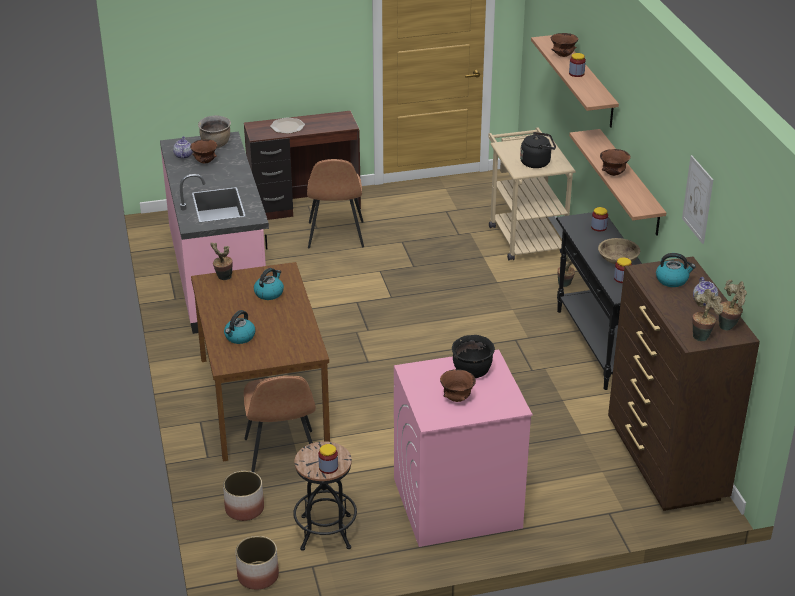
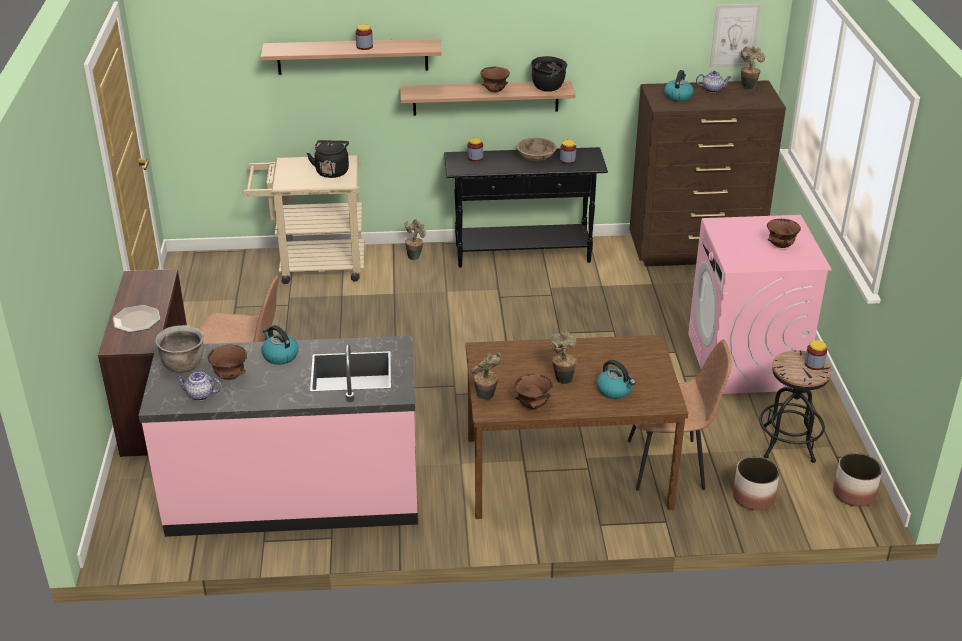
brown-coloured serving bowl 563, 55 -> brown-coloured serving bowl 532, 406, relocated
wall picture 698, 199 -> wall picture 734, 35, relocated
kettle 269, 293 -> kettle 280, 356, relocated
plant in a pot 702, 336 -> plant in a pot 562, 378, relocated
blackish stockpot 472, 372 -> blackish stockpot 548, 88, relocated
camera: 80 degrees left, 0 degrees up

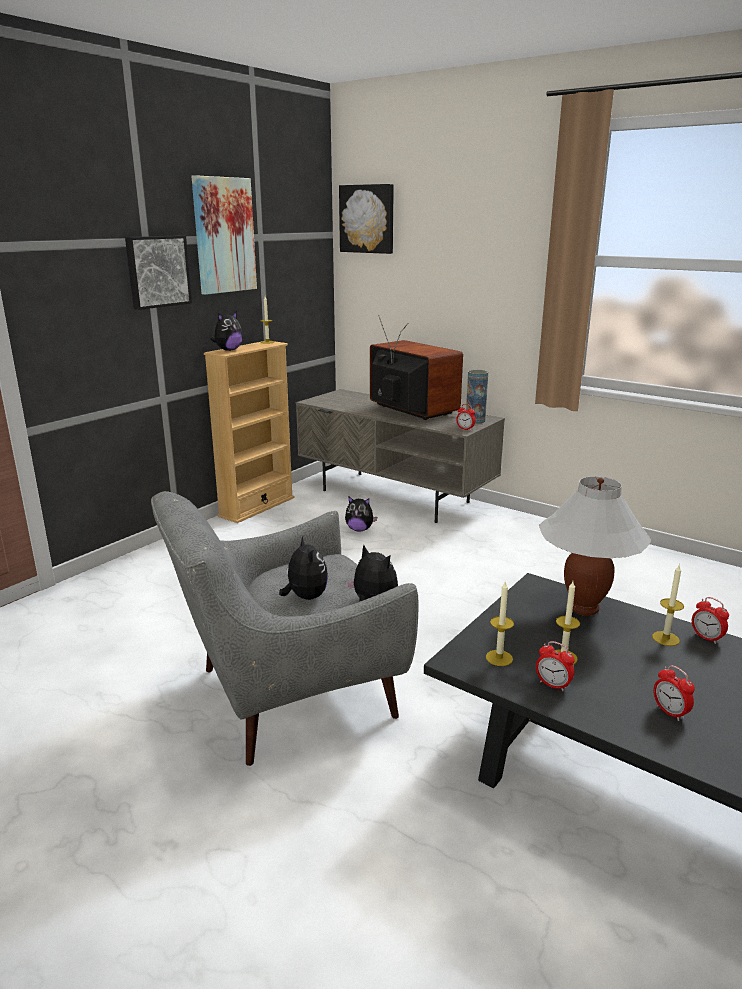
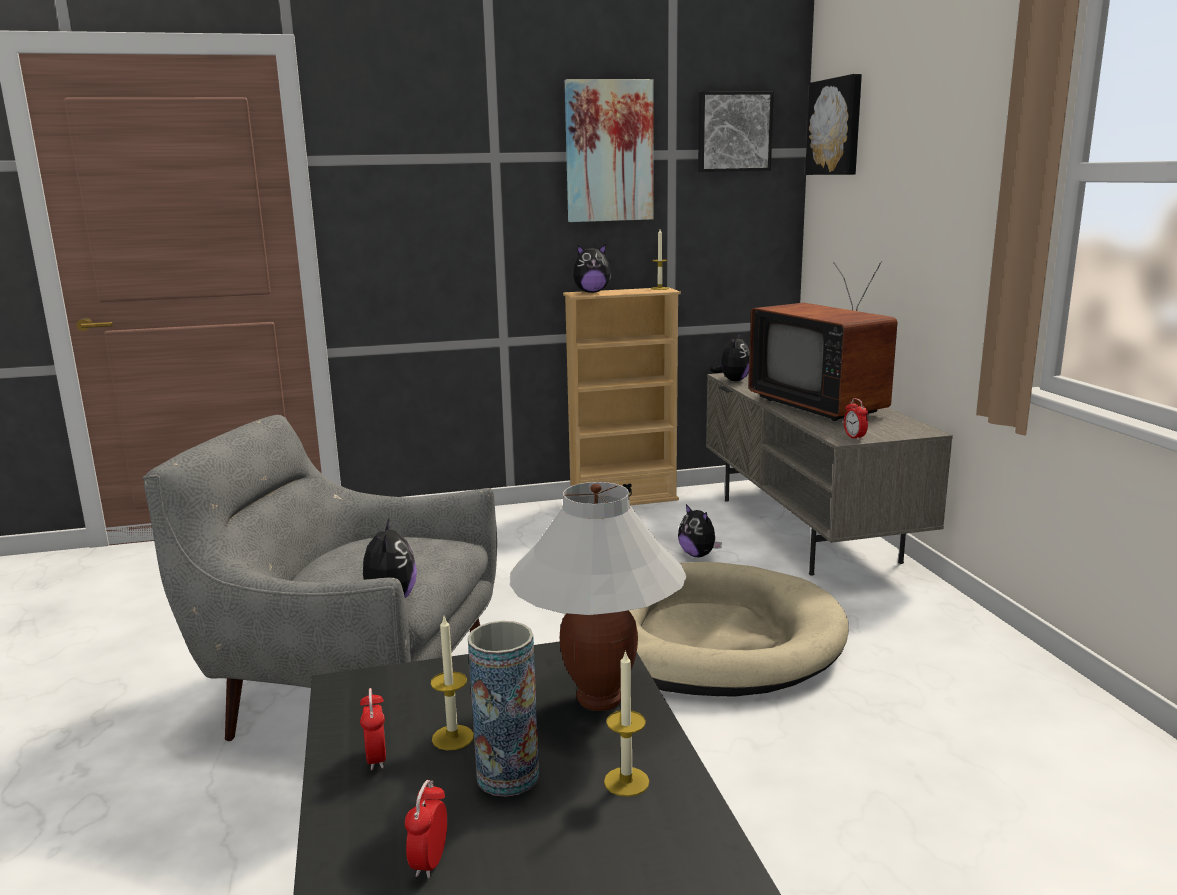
wall picture 157, 271 -> wall picture 733, 132, relocated
TV set 409, 412 -> TV set 823, 405, 150 degrees clockwise
flower vase 475, 420 -> flower vase 507, 776, relocated
soft toy 305, 597 -> soft toy 733, 380, relocated
wax candle 499, 658 -> none
bedside clock 706, 638 -> none
none -> sand-coloured dog cushion 709, 639
camera: 40 degrees right, 5 degrees down

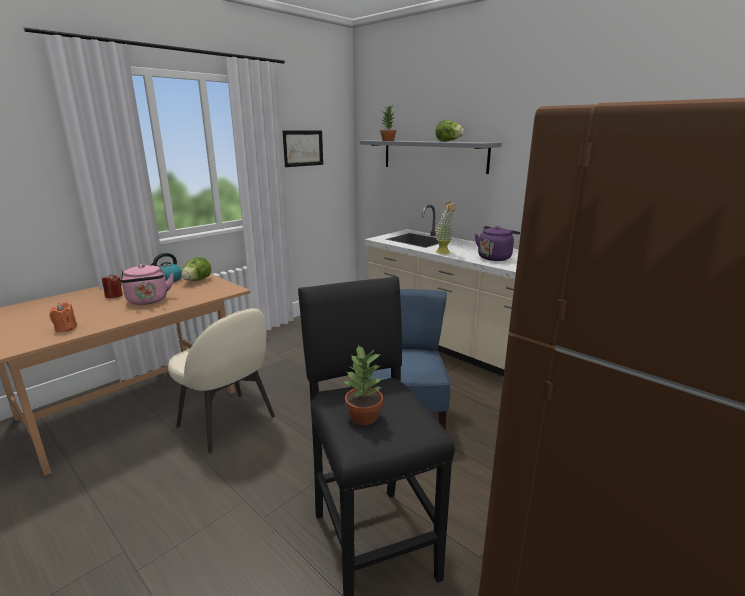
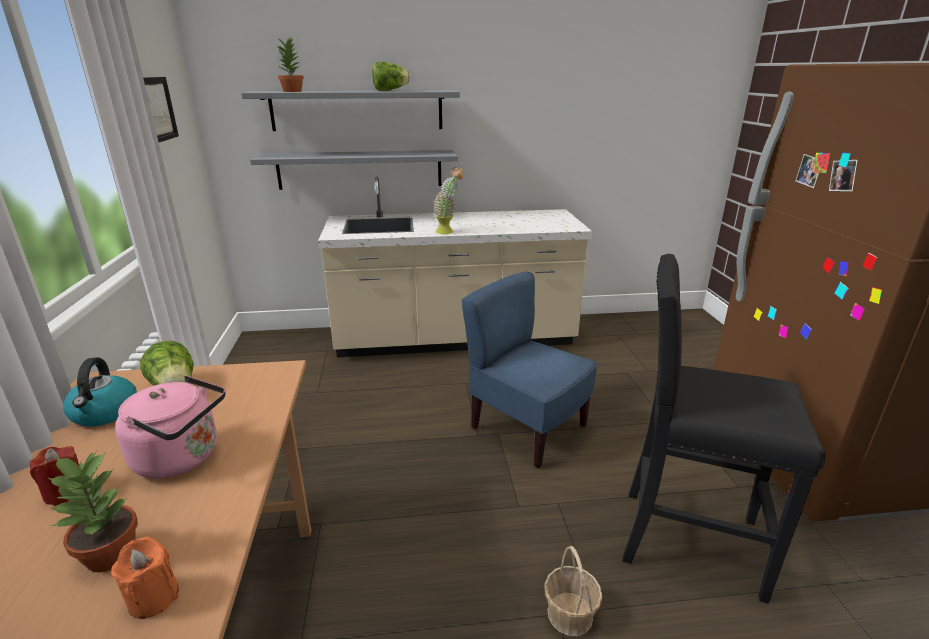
purple kettle 495, 257 -> none
sand-coloured chair 228, 422 -> none
plant in a pot 364, 417 -> plant in a pot 111, 555, relocated
none -> grey bracket shelf 360, 169
none -> basket 569, 614
camera: 50 degrees left, 5 degrees up

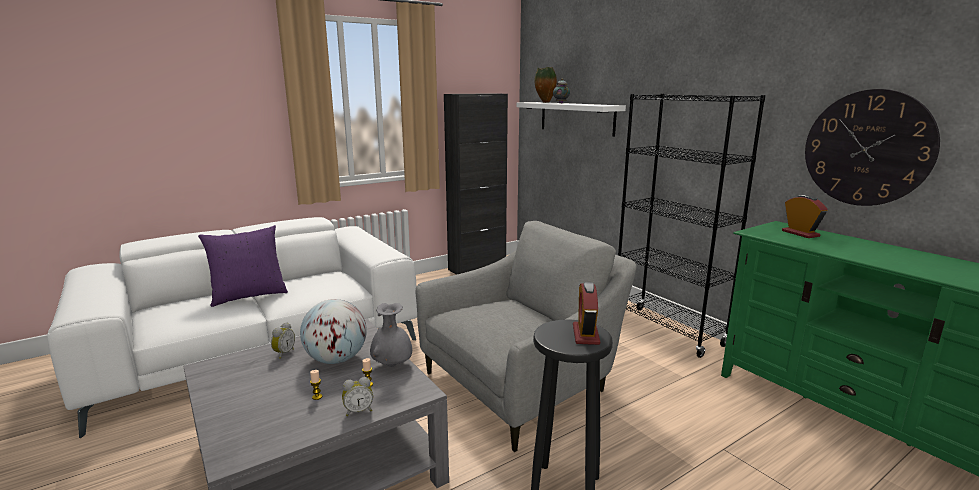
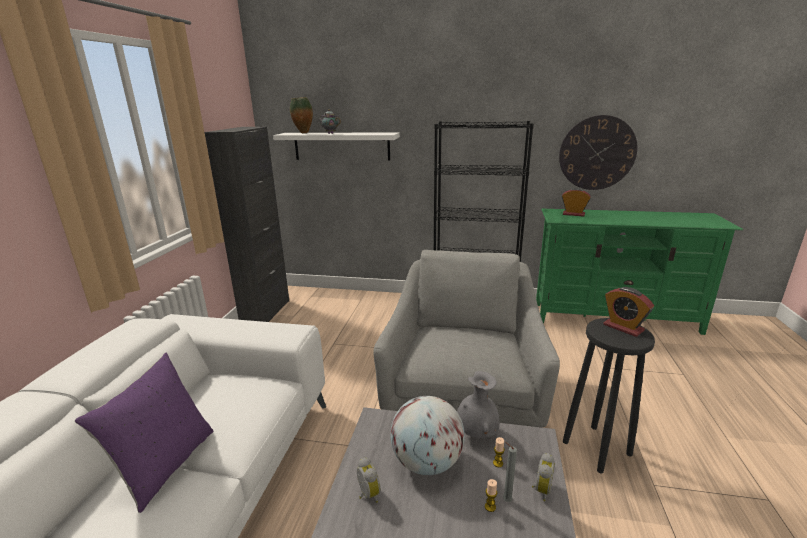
none -> grey wax candle 505, 500
camera: 45 degrees left, 5 degrees up

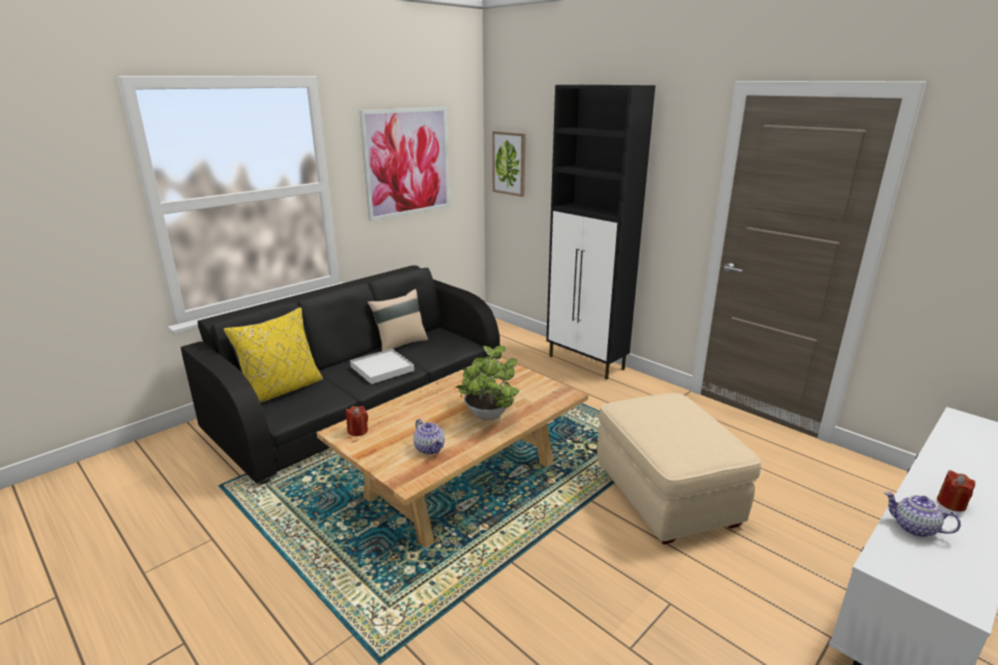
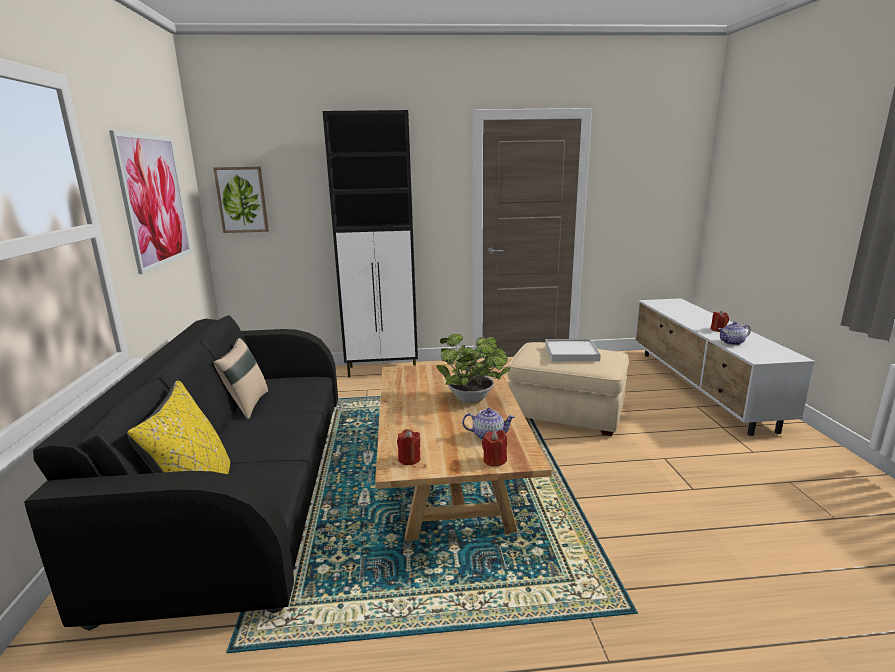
whitish carrying tray 382, 369 -> whitish carrying tray 571, 353, relocated
none -> red-coloured wax candle 494, 460
camera: 50 degrees left, 5 degrees down

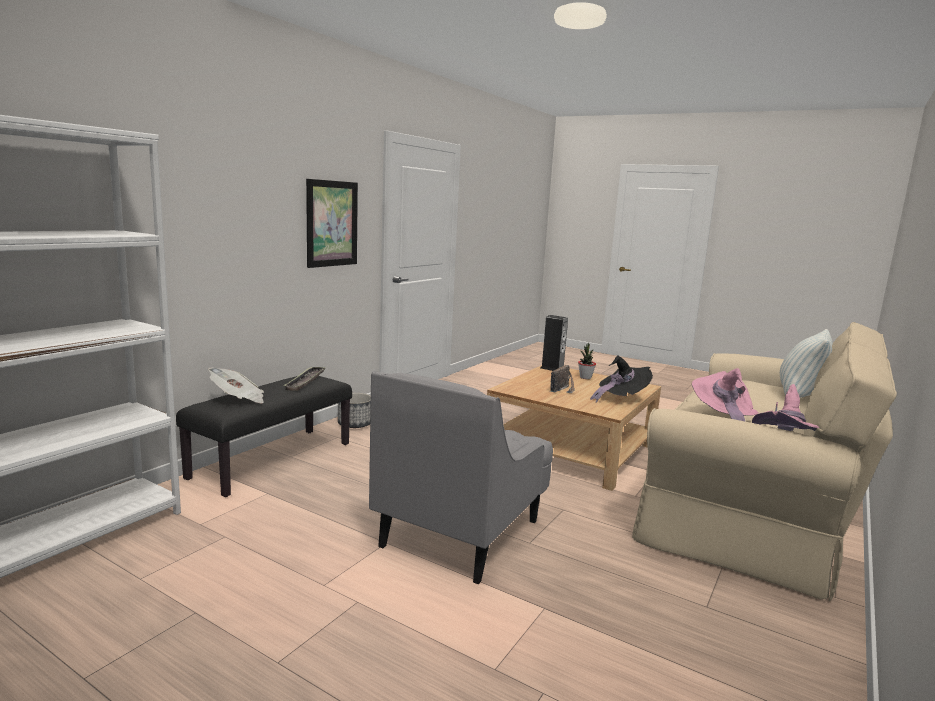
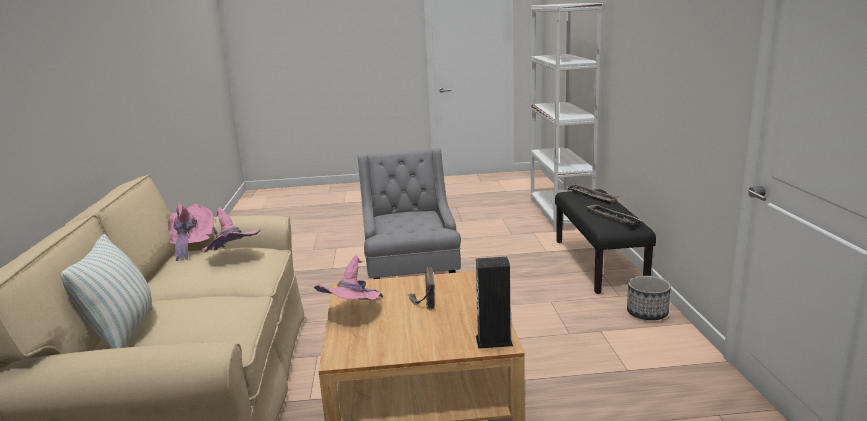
wall picture 332, 223 -> none
plant in a pot 585, 377 -> none
blackish clothing hat 620, 398 -> pinkish clothing hat 353, 313
newspaper 238, 399 -> carrying tray 591, 196
camera: 145 degrees right, 5 degrees up

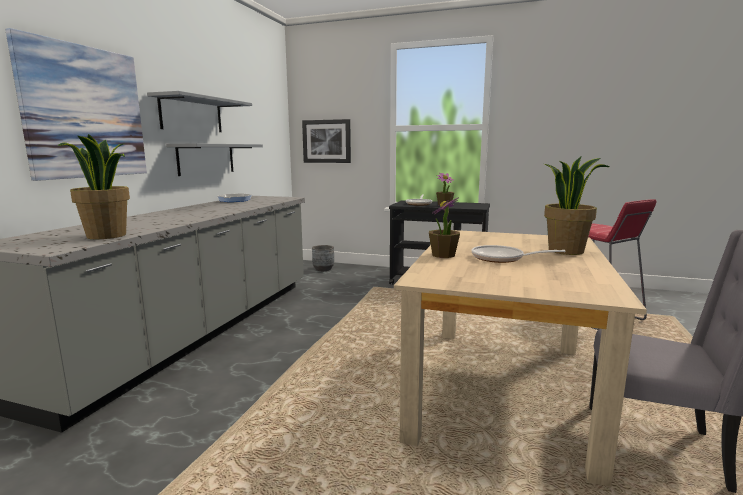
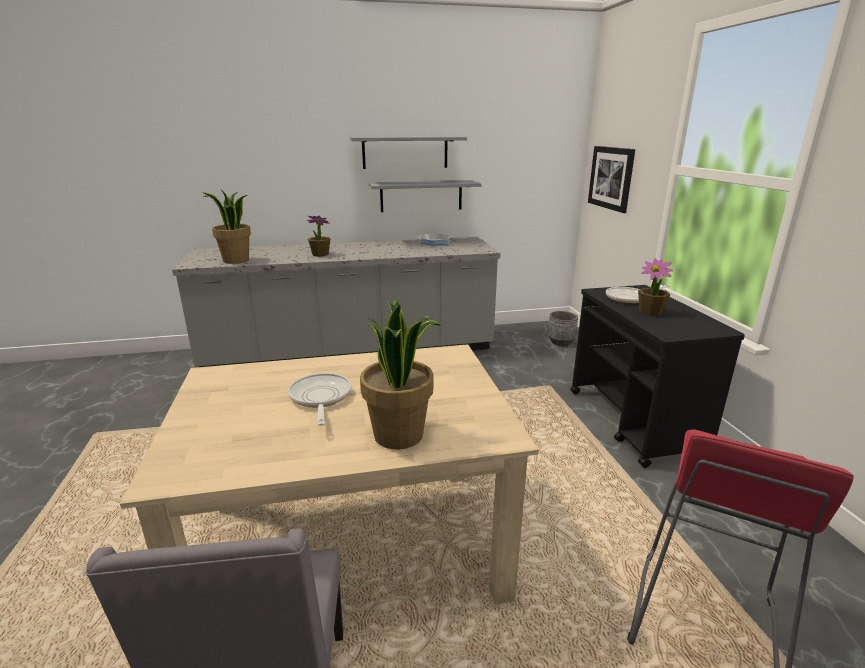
wall picture 85, 112 -> none
plant in a pot 443, 255 -> plant in a pot 320, 254, relocated
camera: 60 degrees right, 10 degrees up

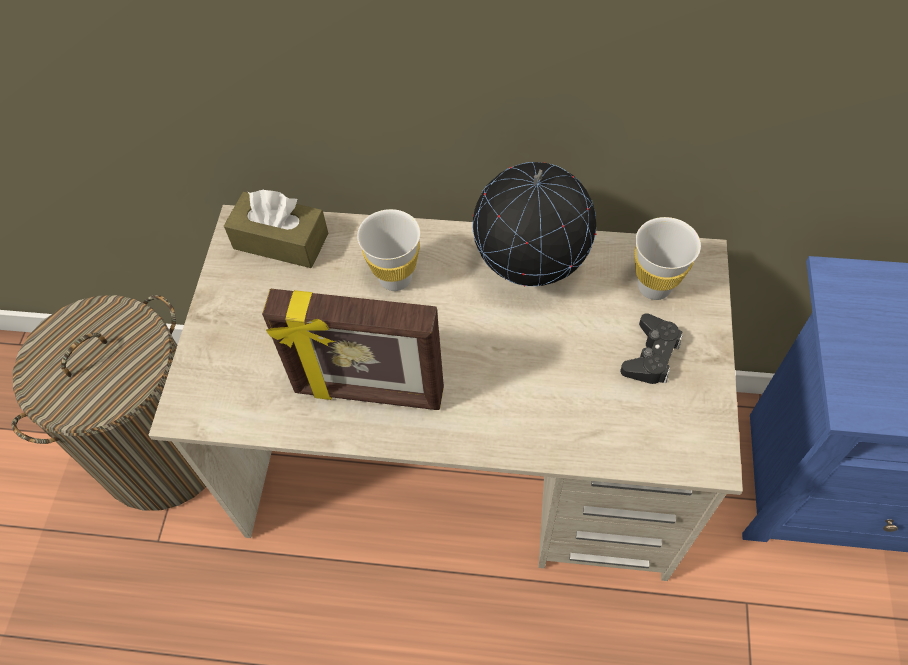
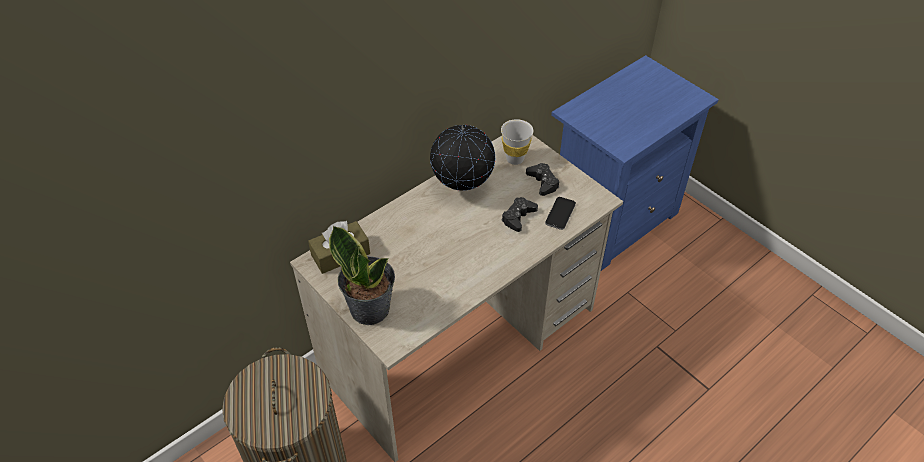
whitish cup 395, 278 -> none
photo frame 368, 393 -> none
none -> blackish game controller 518, 217
none -> phone 560, 214
none -> plant in a pot 370, 308
camera: 50 degrees left, 10 degrees down

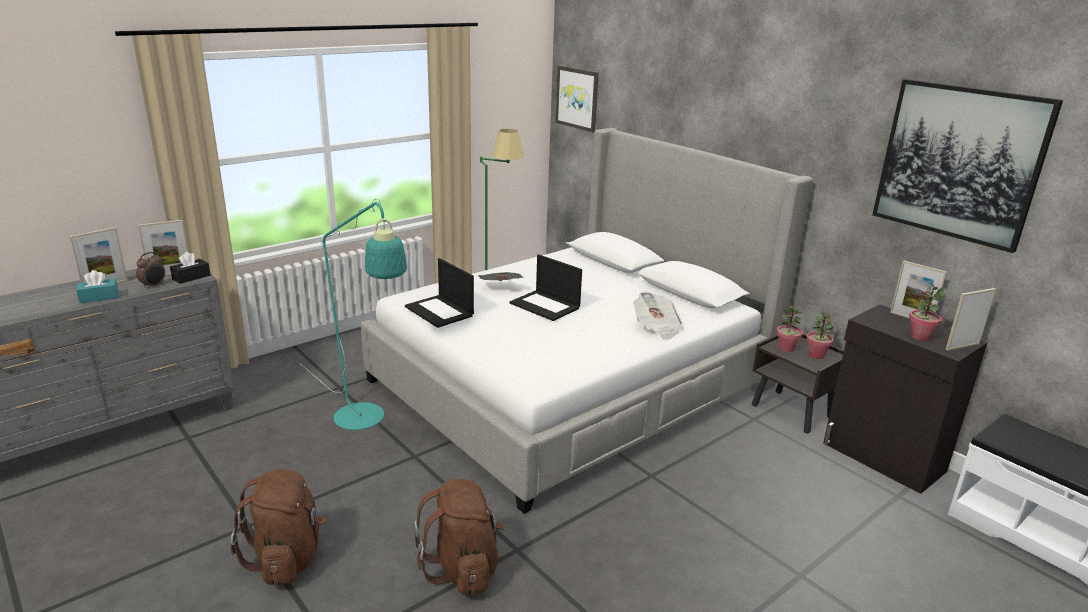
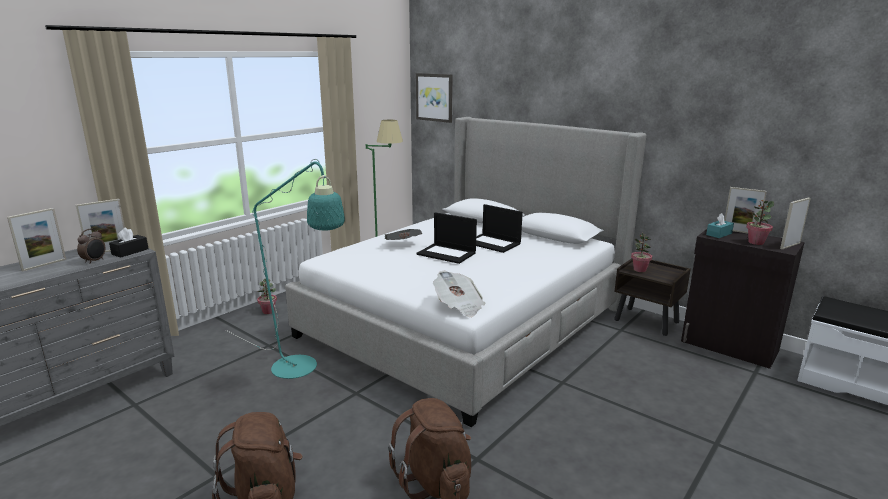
wall picture 959, 163 -> none
laptop 440, 311 -> laptop 493, 243, relocated
turquoise tissue box 99, 297 -> turquoise tissue box 719, 234, relocated
newspaper 657, 328 -> newspaper 459, 306, relocated
plant in a pot 816, 355 -> plant in a pot 268, 311, relocated
camera: 10 degrees left, 5 degrees down

